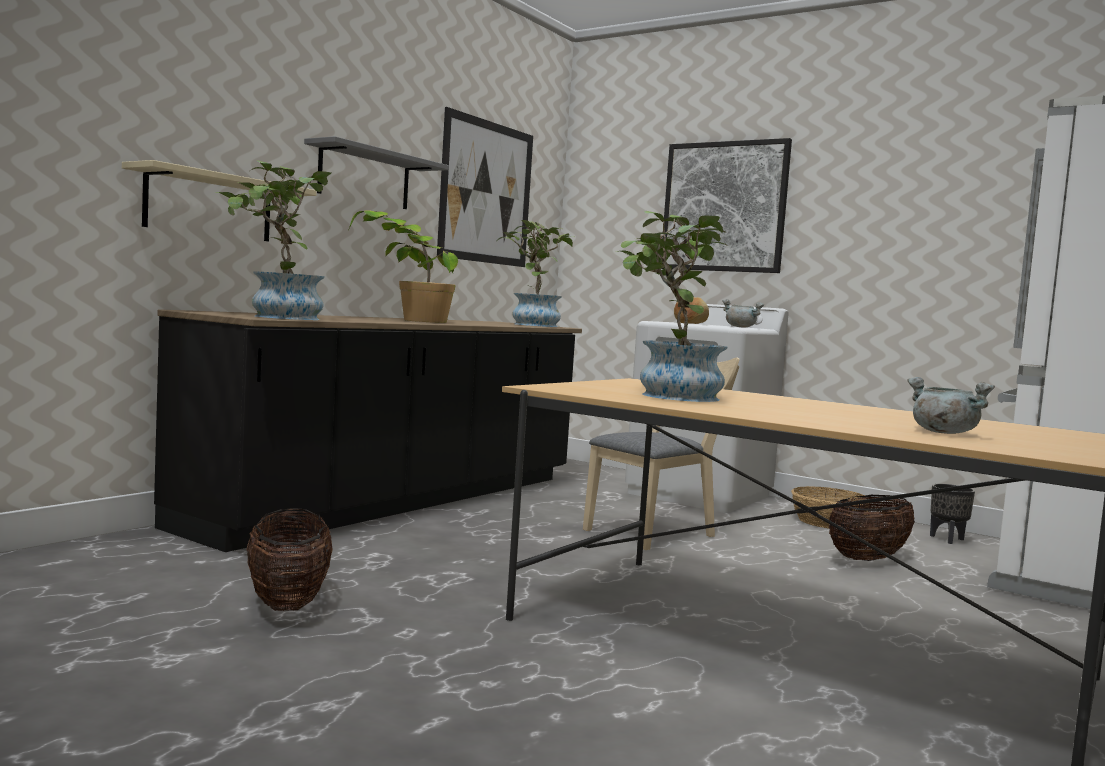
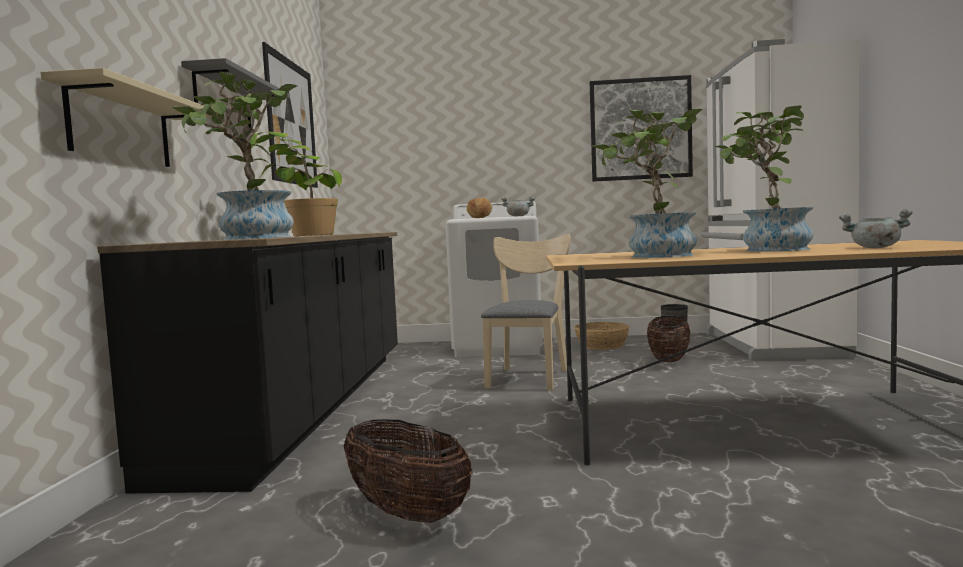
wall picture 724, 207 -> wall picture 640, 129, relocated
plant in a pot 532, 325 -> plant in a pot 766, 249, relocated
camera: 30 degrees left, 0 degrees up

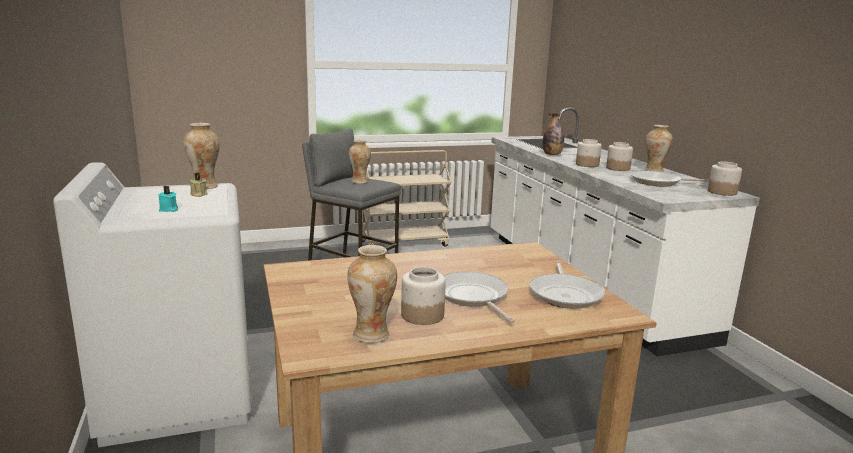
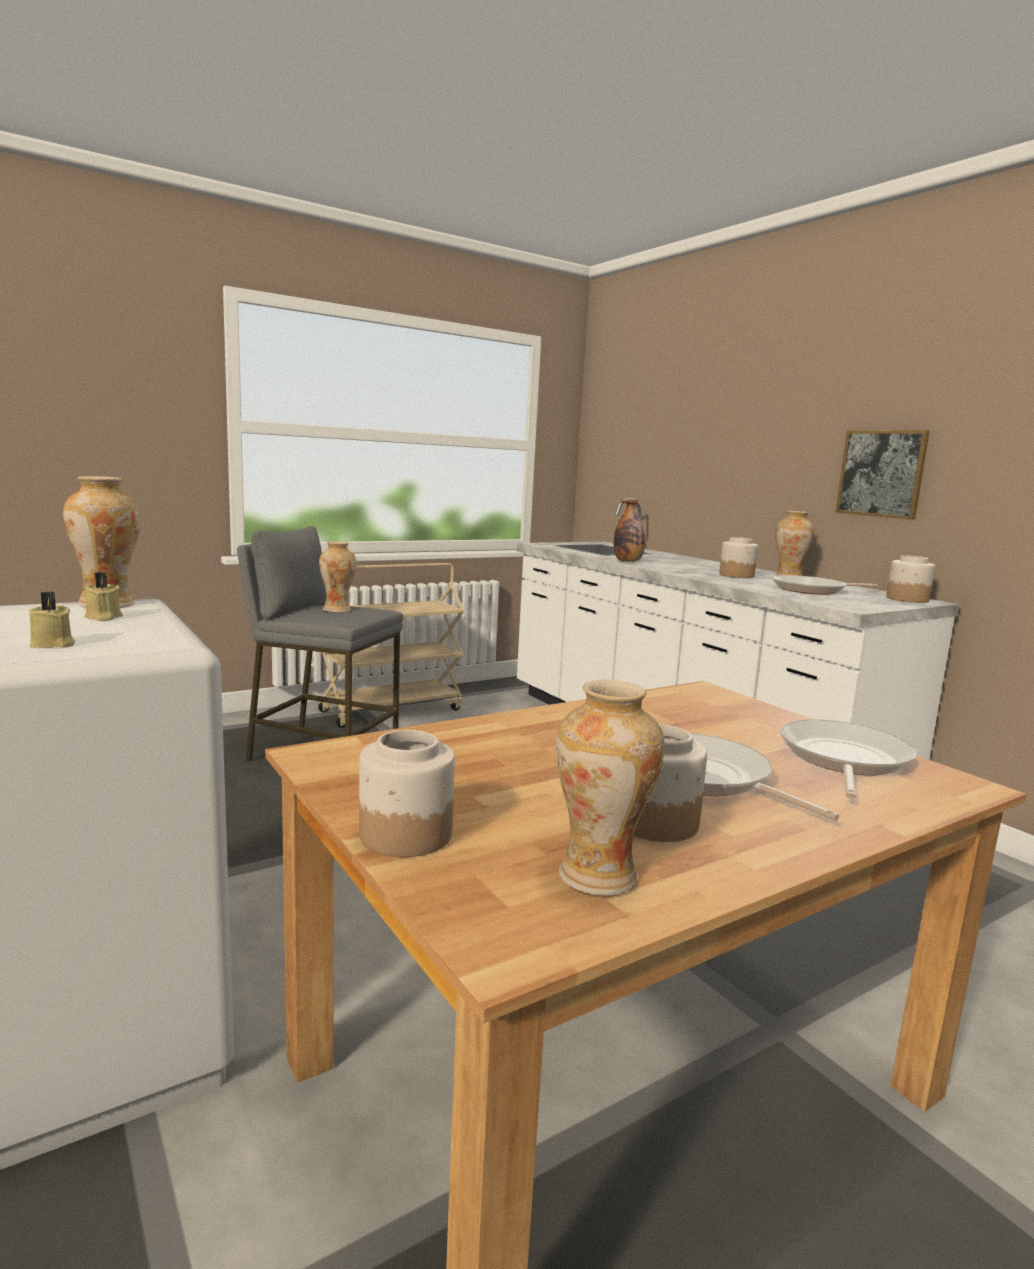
preserve jar 587, 165 -> preserve jar 404, 834, relocated
turquoise wax candle 169, 209 -> sand-coloured wax candle 53, 644
pan 565, 294 -> pan 843, 759, 150 degrees counterclockwise
none -> wall picture 881, 473
camera: 15 degrees left, 5 degrees down

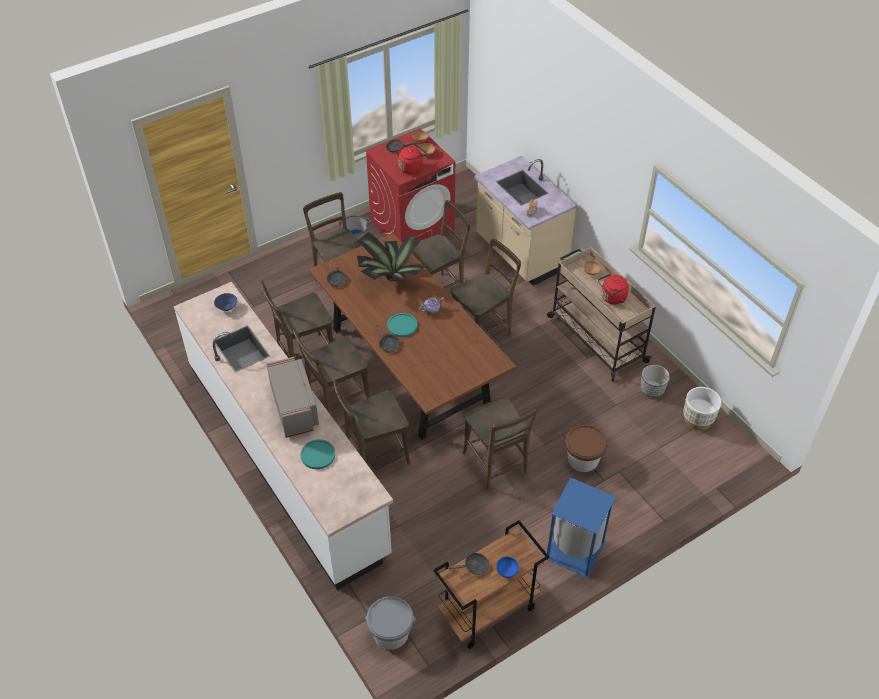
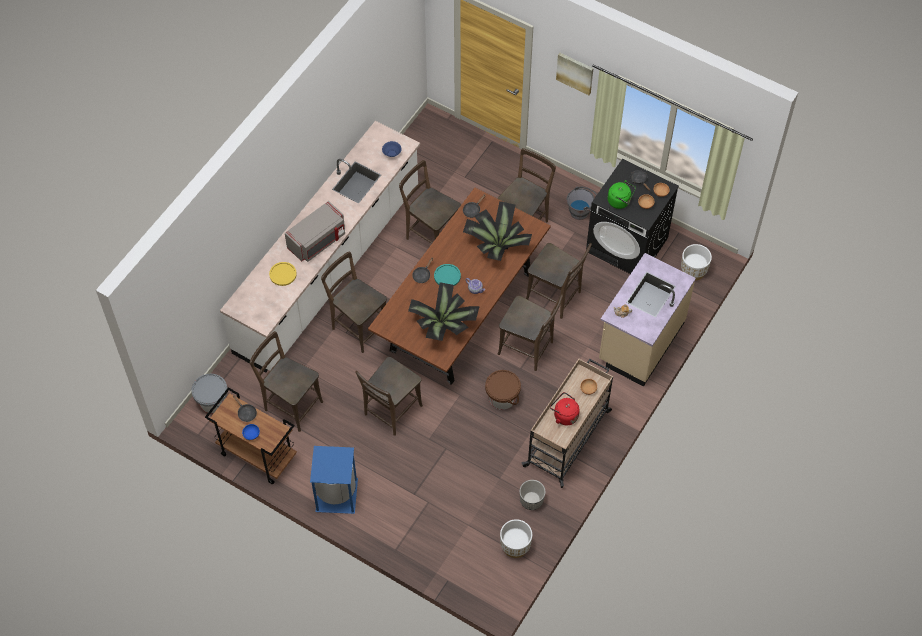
red-coloured laundry machine 412, 224 -> blackish laundry machine 627, 245
red-coloured kettle 411, 167 -> greenish kettle 620, 201
brown-coloured chair 336, 402 -> brown-coloured chair 291, 404, relocated
brown-coloured pail 583, 459 -> brown-coloured pail 502, 397, relocated
turquoise flat dish 318, 455 -> yellow flat dish 283, 274
none -> wall picture 575, 72
none -> whitish planter 693, 271
none -> plant in a pot 444, 326
camera: 65 degrees right, 10 degrees up

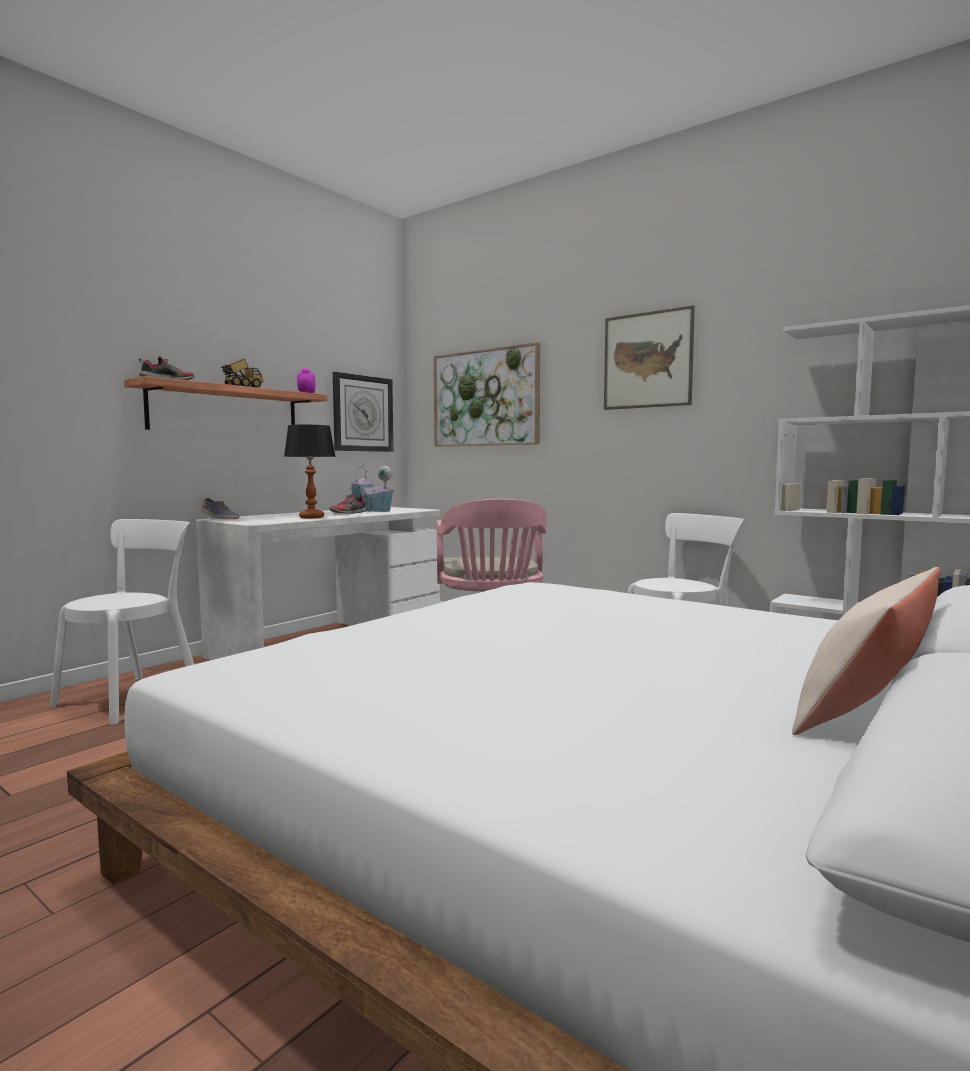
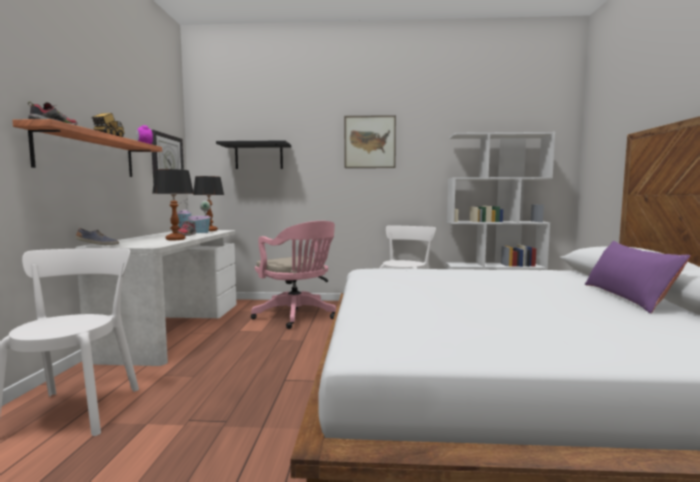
wall picture 486, 398 -> blackish bracket shelf 259, 156
sand-coloured pillow 869, 701 -> purple pillow 627, 297
none -> table lamp 210, 230
camera: 35 degrees left, 0 degrees up

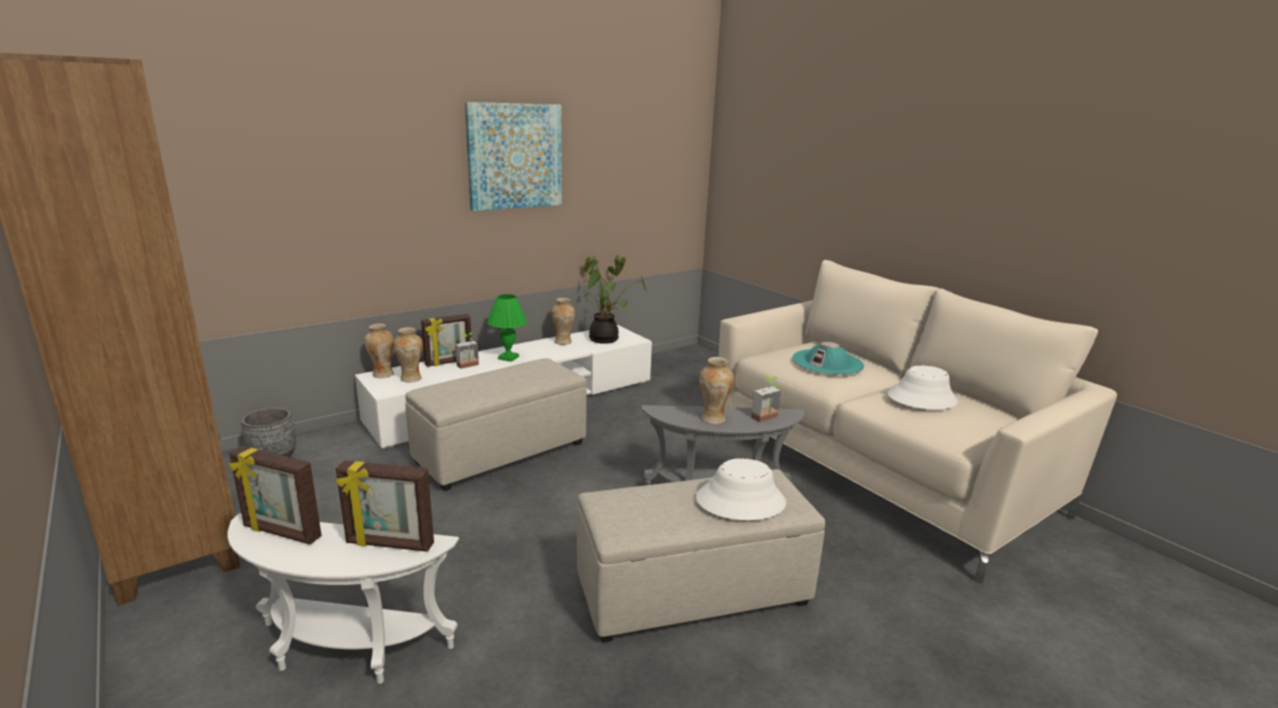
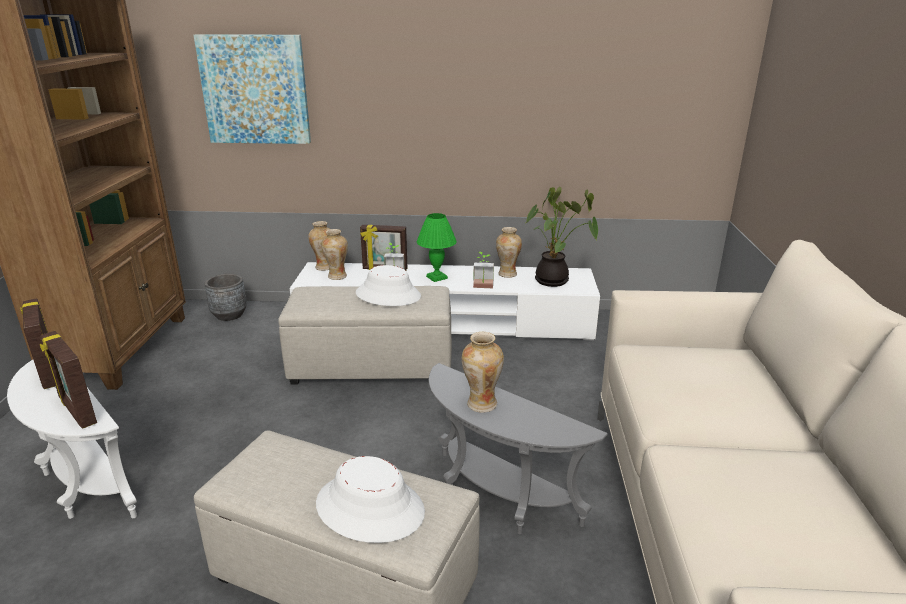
wall picture 514, 156 -> wall picture 255, 90, relocated
turquoise clothing hat 827, 362 -> none
whitish clothing hat 921, 398 -> whitish clothing hat 388, 295, relocated
plant in a pot 768, 419 -> plant in a pot 483, 287, relocated
camera: 40 degrees right, 5 degrees up

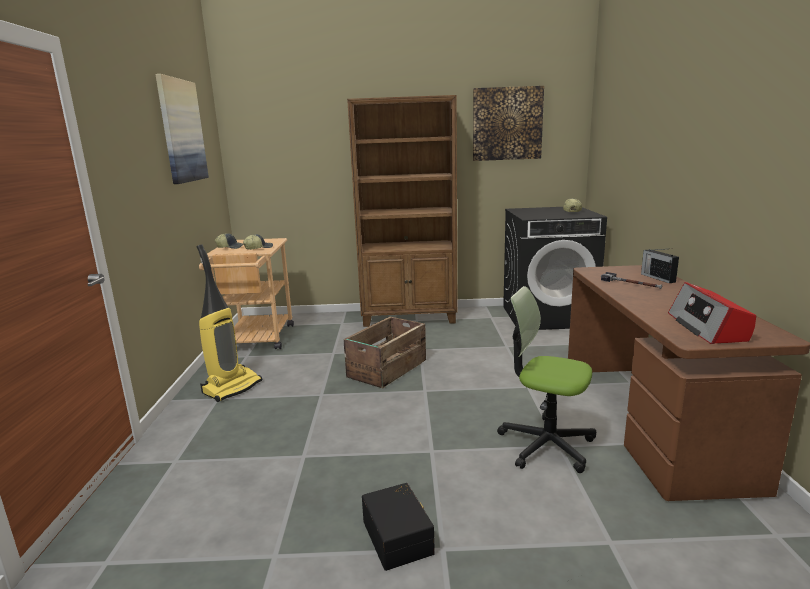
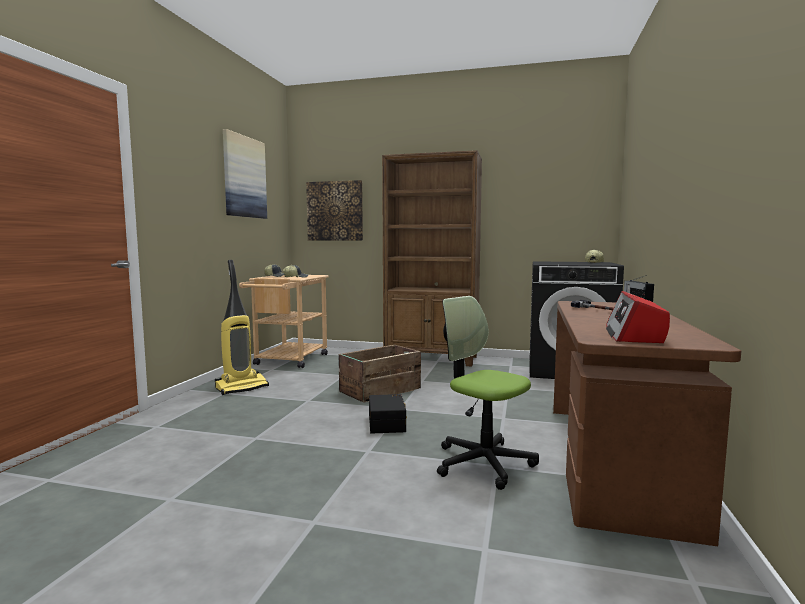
wall picture 507, 124 -> wall picture 335, 211, relocated
blackish storage bin 399, 536 -> blackish storage bin 388, 423, relocated
camera: 15 degrees right, 10 degrees down

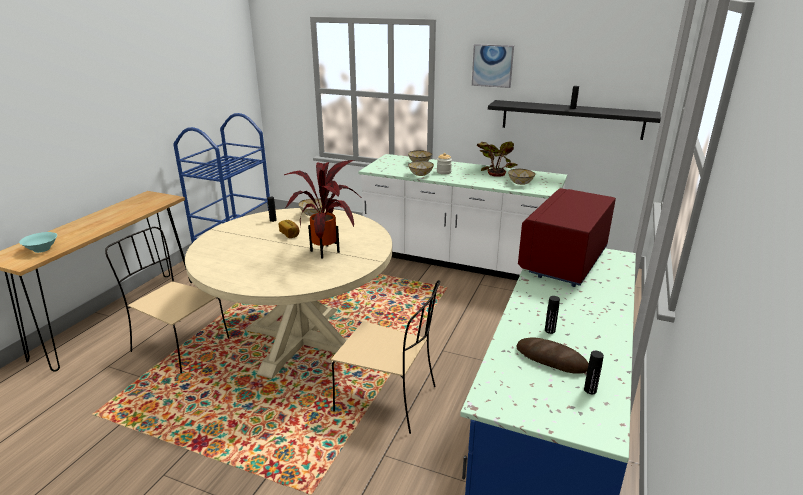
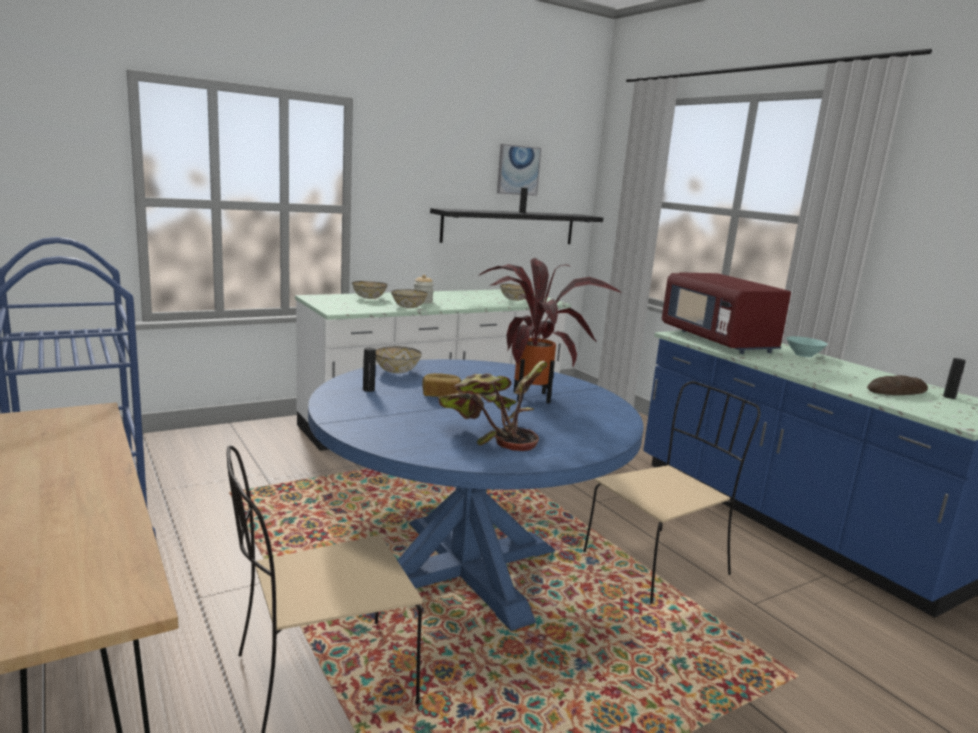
wall picture 492, 65 -> wall picture 518, 170, relocated
plant in a pot 494, 170 -> plant in a pot 491, 435, relocated
sand-coloured dining table 300, 340 -> blue dining table 465, 569
turquoise serving bowl 41, 249 -> turquoise serving bowl 803, 355, relocated
blackish beverage bottle 549, 330 -> none
camera: 55 degrees left, 10 degrees down

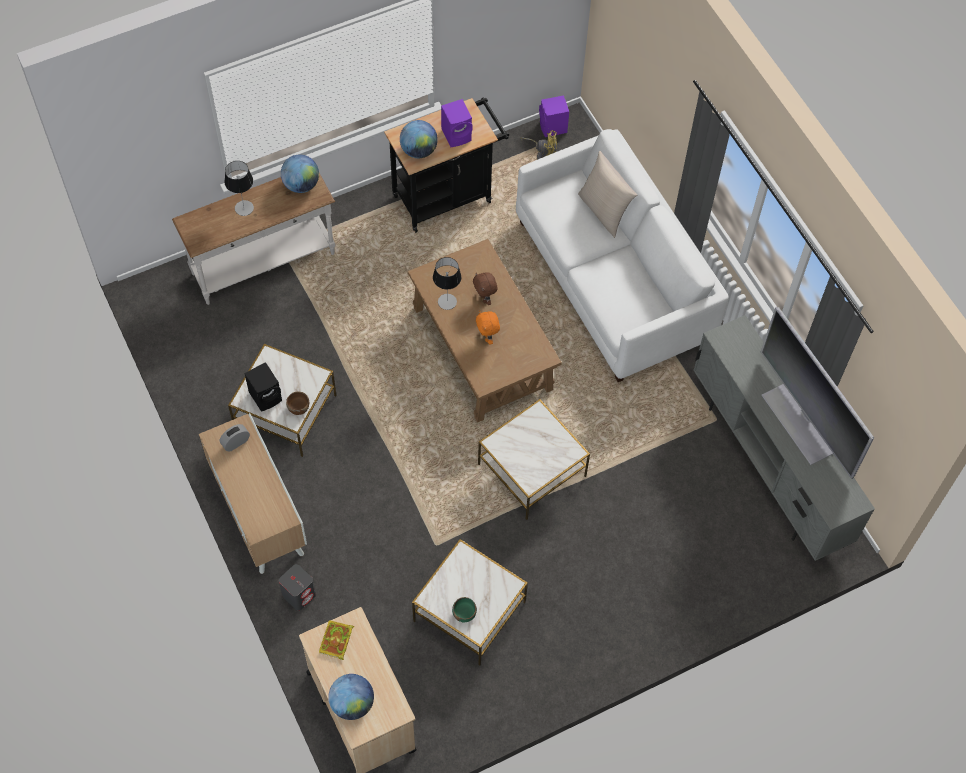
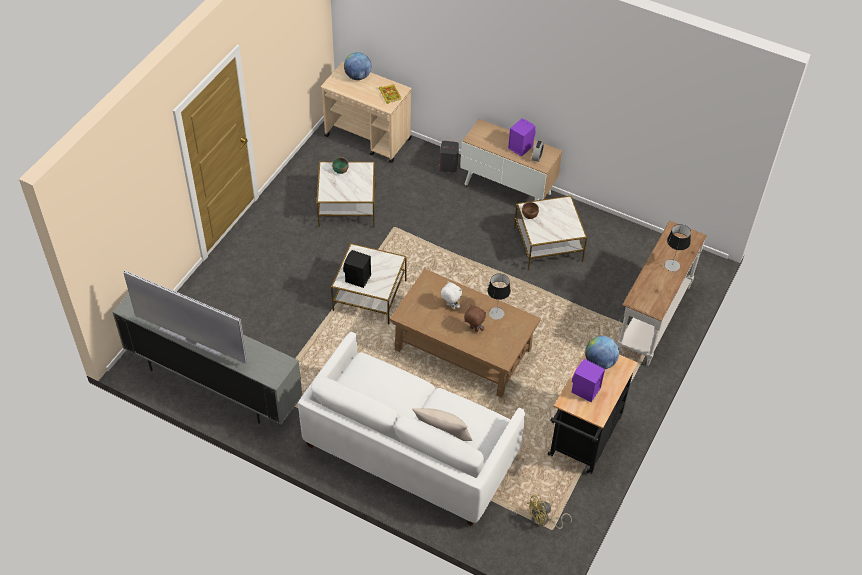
purple loudspeaker 553, 128 -> purple loudspeaker 520, 147, relocated
world globe 301, 185 -> none
orangey soft toy 487, 337 -> whitish soft toy 450, 306
blackish loudspeaker 266, 396 -> blackish loudspeaker 357, 279, relocated
camera: 145 degrees right, 10 degrees down

